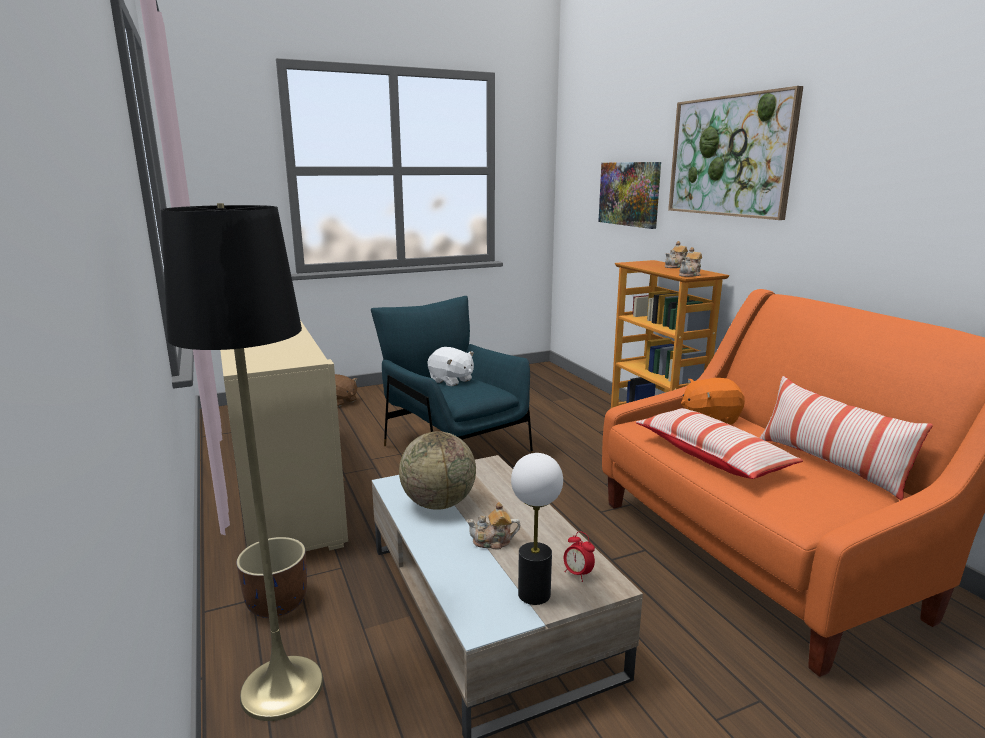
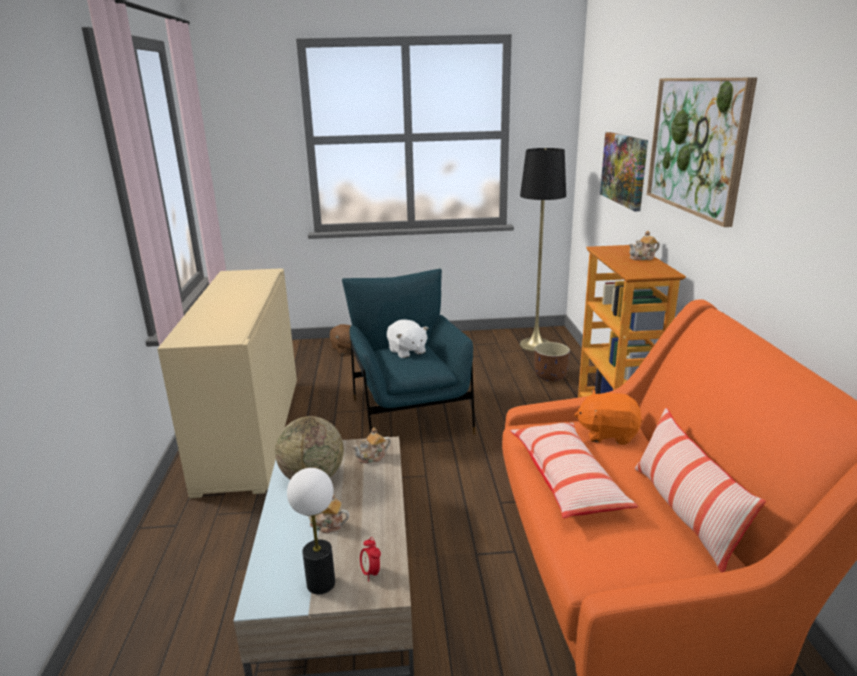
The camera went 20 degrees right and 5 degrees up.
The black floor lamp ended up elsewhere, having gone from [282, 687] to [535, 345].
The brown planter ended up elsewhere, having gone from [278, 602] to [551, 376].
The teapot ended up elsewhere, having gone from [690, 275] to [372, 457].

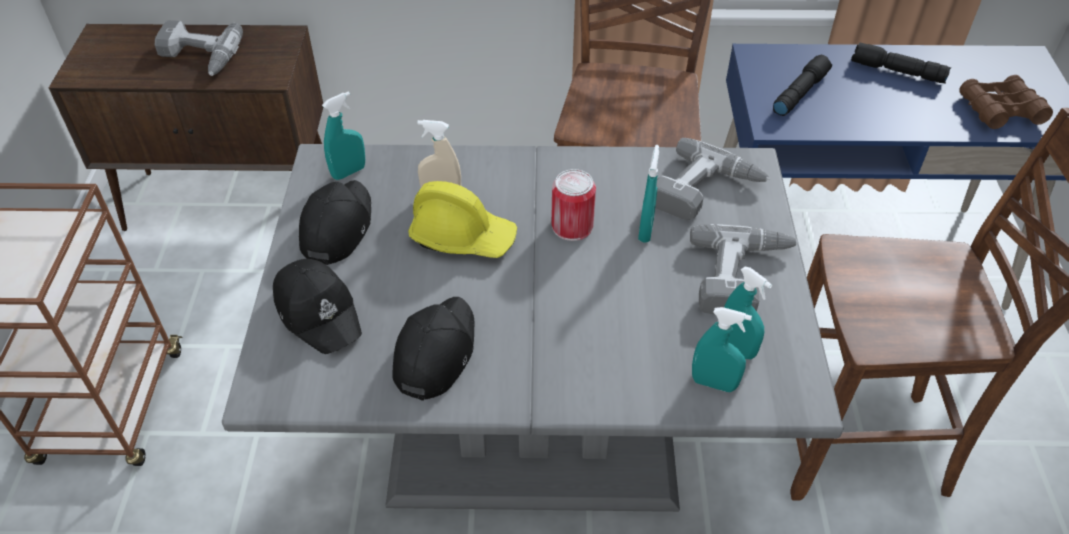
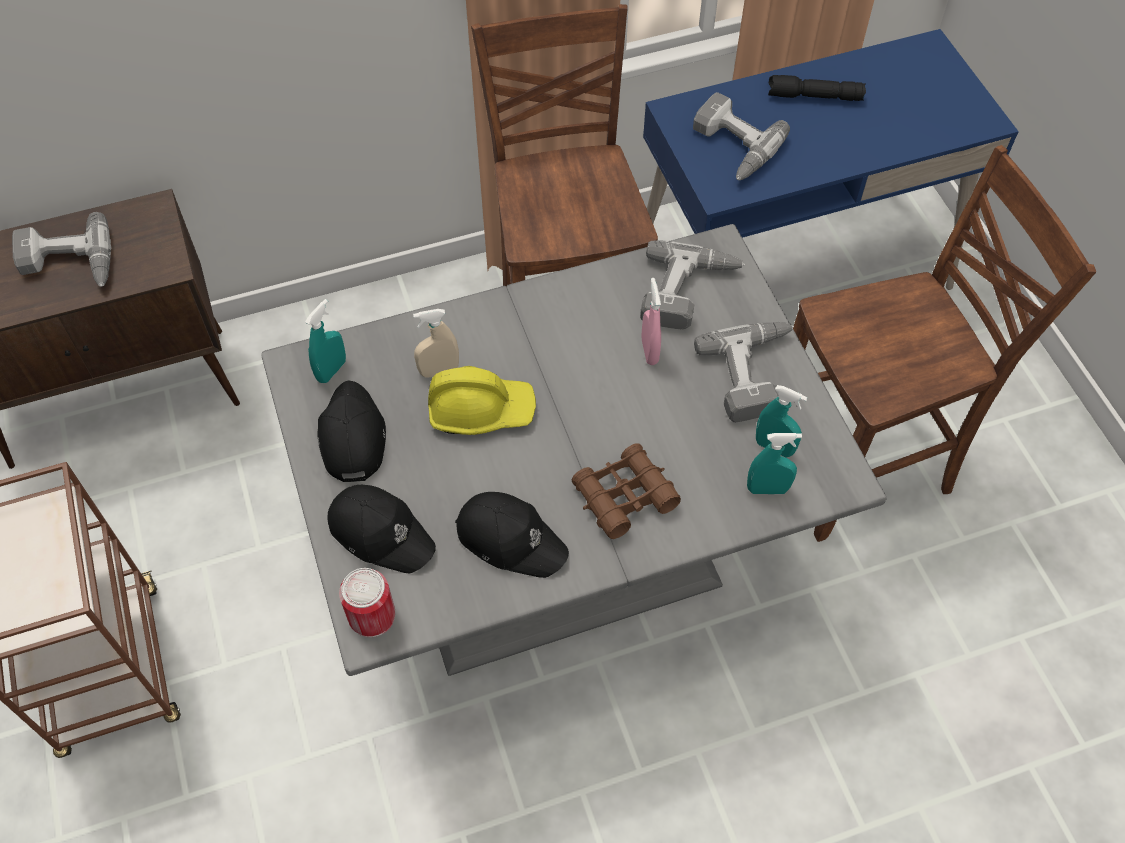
The camera went 20 degrees left and 10 degrees up.
The can ended up elsewhere, having gone from [572, 226] to [372, 616].
The brown binoculars ended up elsewhere, having gone from [1000, 110] to [624, 496].
Where the black flashlight stood at [799, 92], the power drill came to stand at [731, 146].
What was the turquoise spray bottle at [645, 230] turned into the pink spray bottle at [649, 351].
The black cap at [434, 352] ended up facing another way, 120 degrees clockwise from before.

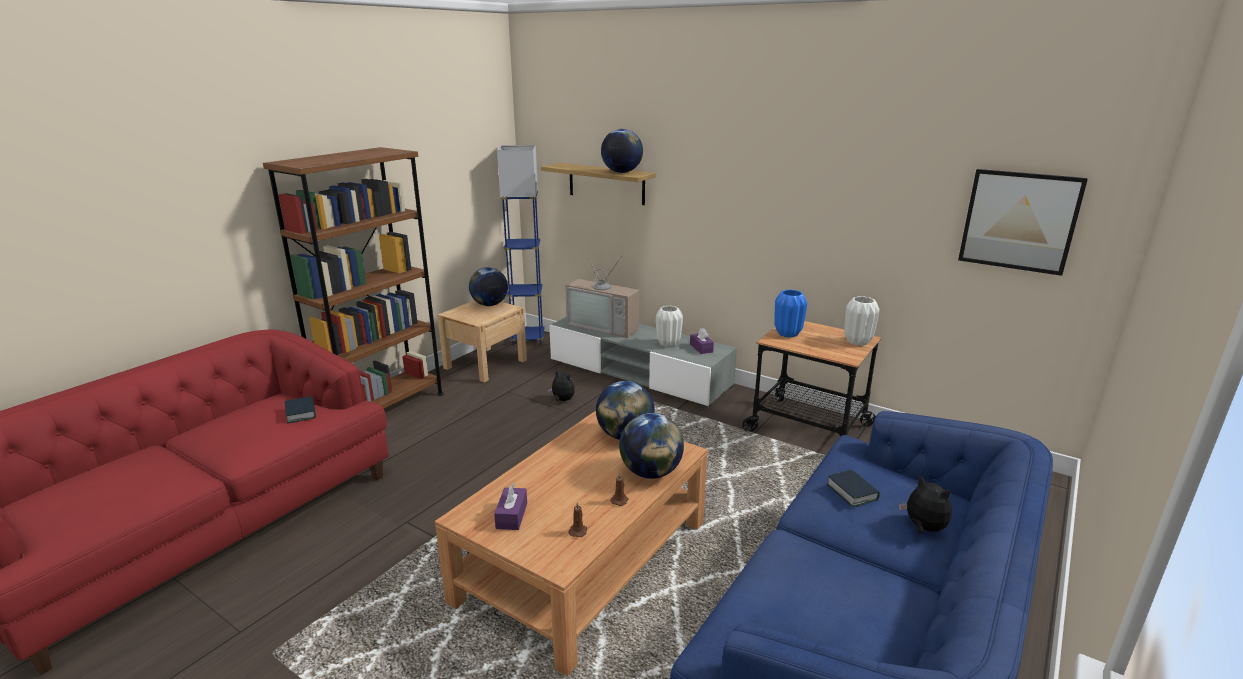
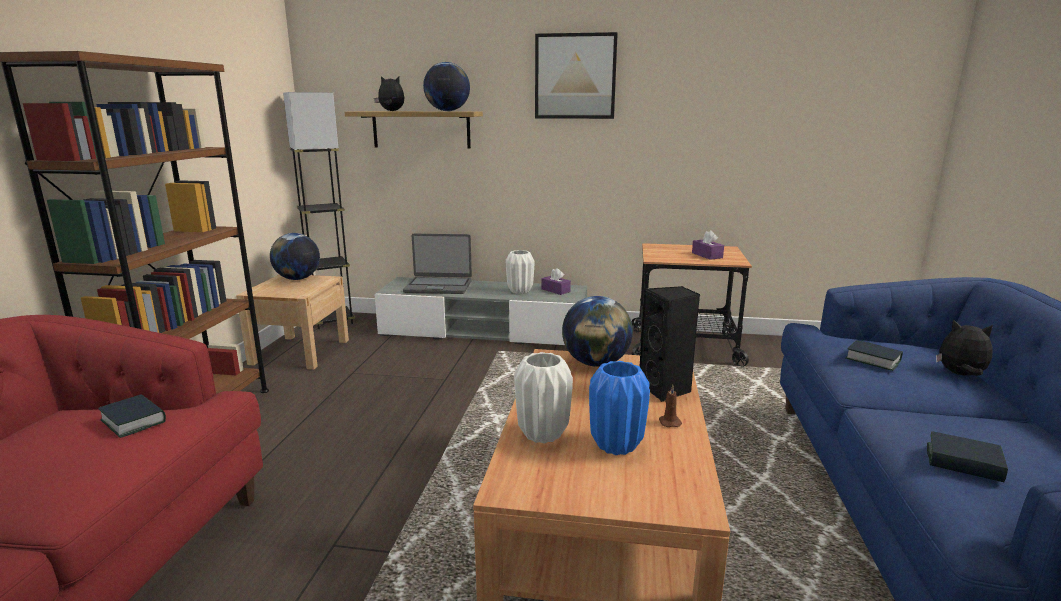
The camera went 25 degrees left and 5 degrees down.
The second view lost the brown candle at [578, 531].
The second view gained the book at [963, 463].
The purple tissue box ended up elsewhere, having gone from [511, 516] to [707, 255].
The plush toy ended up elsewhere, having gone from [562, 400] to [391, 111].
The blue vase ended up elsewhere, having gone from [787, 333] to [616, 445].
The white vase ended up elsewhere, having gone from [857, 342] to [542, 434].
The picture ended up elsewhere, having gone from [1019, 221] to [575, 76].
Where the television stood at [605, 326], the laptop came to stand at [438, 286].
Where the globe stood at [651, 473], the black speaker came to stand at [666, 389].
What was the blue floor lamp at [527, 339] turned into the grey floor lamp at [332, 321].

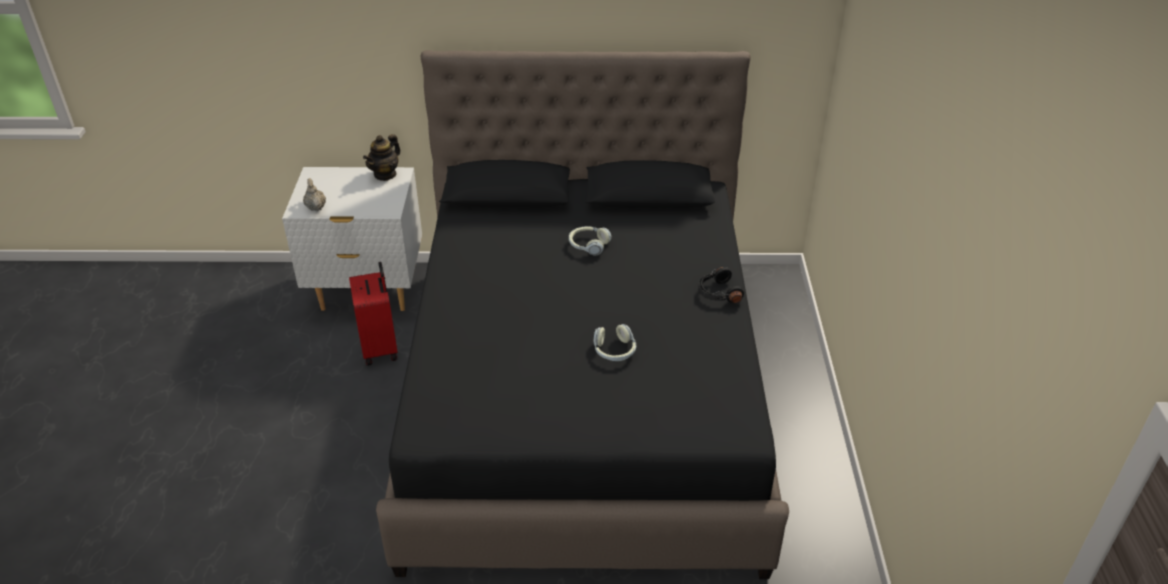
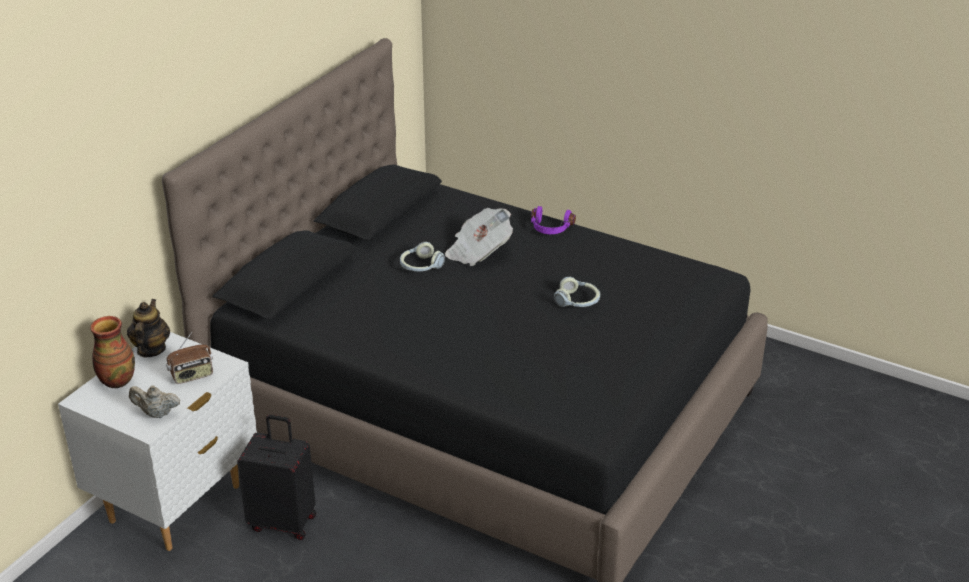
The camera went 60 degrees left and 5 degrees down.
The second view gained the vase at [117, 380].
The second view gained the radio at [192, 376].
The second view gained the newspaper at [478, 252].
What was the red suitcase at [381, 348] turned into the black suitcase at [283, 521].
What was the black headphones at [718, 293] turned into the purple headphones at [550, 229].
The teapot at [385, 174] ended up facing another way, 150 degrees counterclockwise from before.

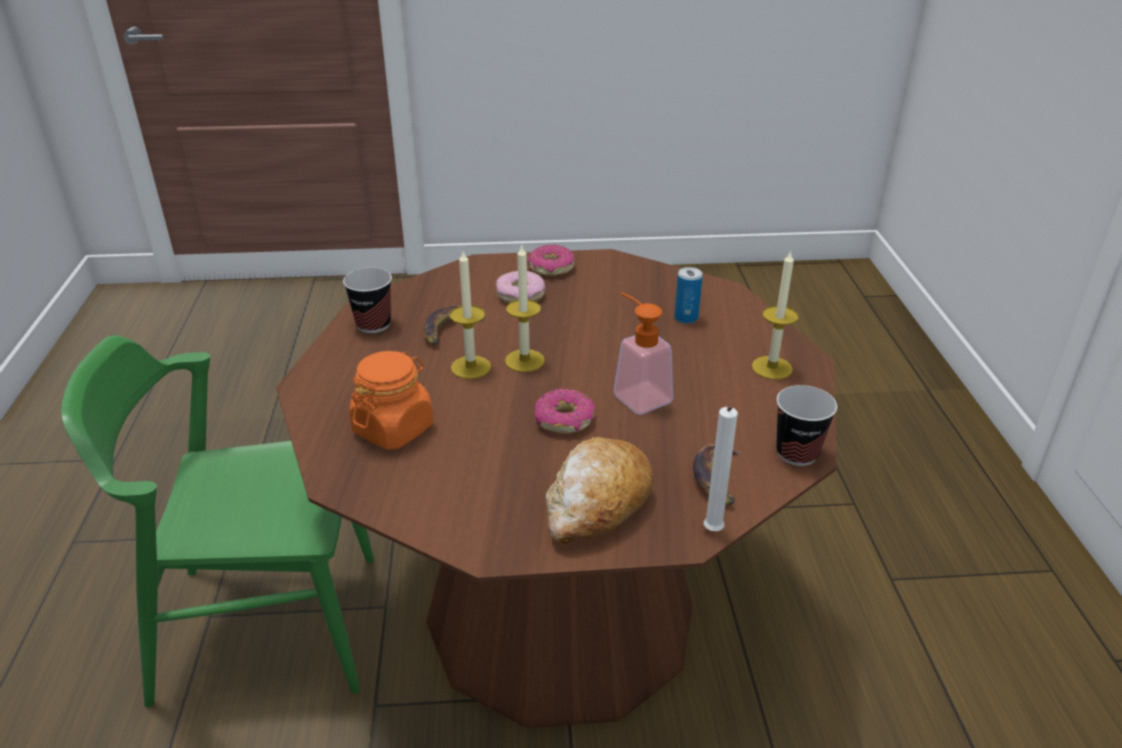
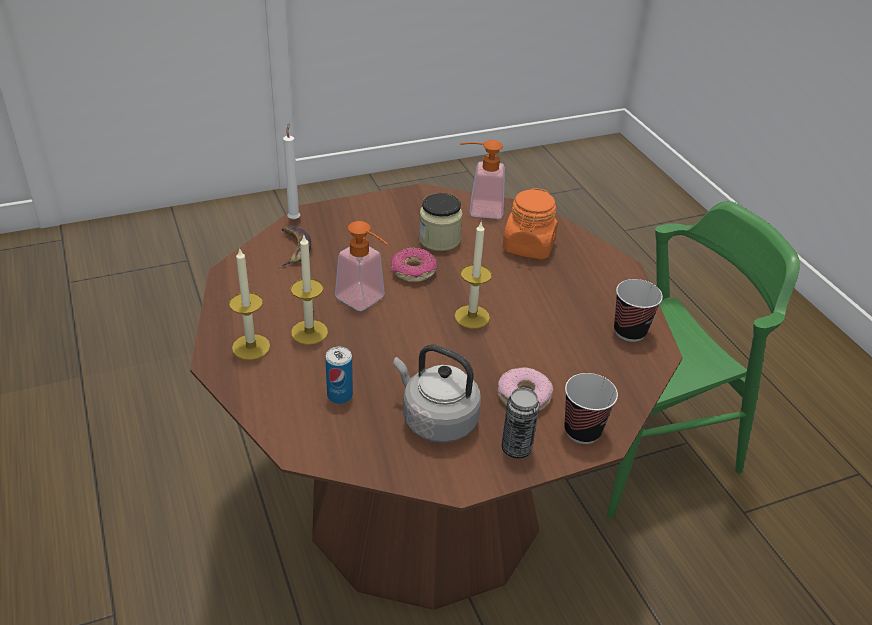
The camera went 160 degrees right and 5 degrees up.
The second view lost the banana at [448, 329].
The second view lost the bread at [597, 504].
The second view gained the grey kettle at [436, 420].
The second view gained the jar at [439, 240].
The second view gained the soap dispenser at [479, 209].
The candle ended up elsewhere, having gone from [471, 367] to [309, 332].
The cup ended up elsewhere, having gone from [797, 453] to [582, 431].
Where the donut stood at [551, 268], the can came to stand at [516, 448].

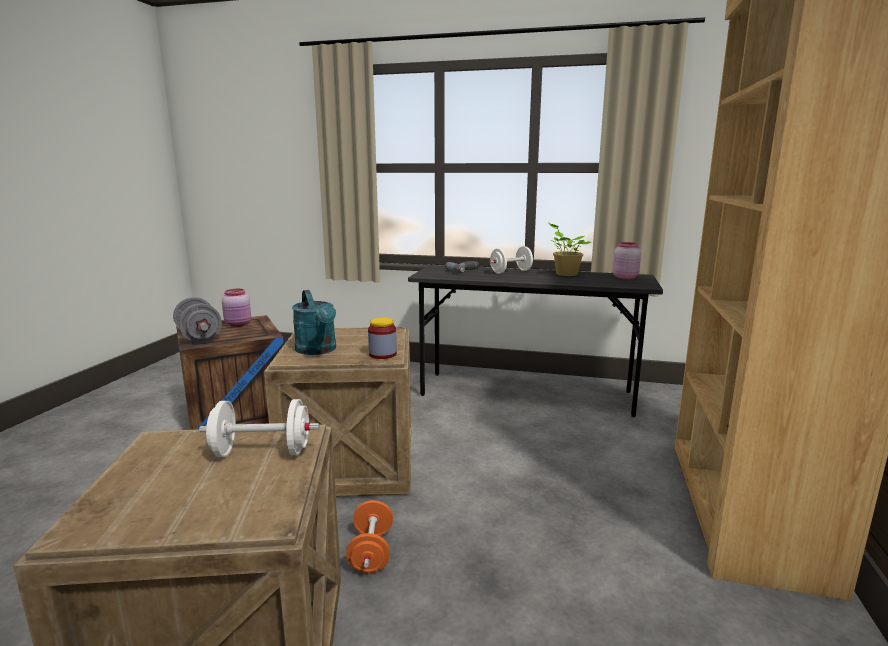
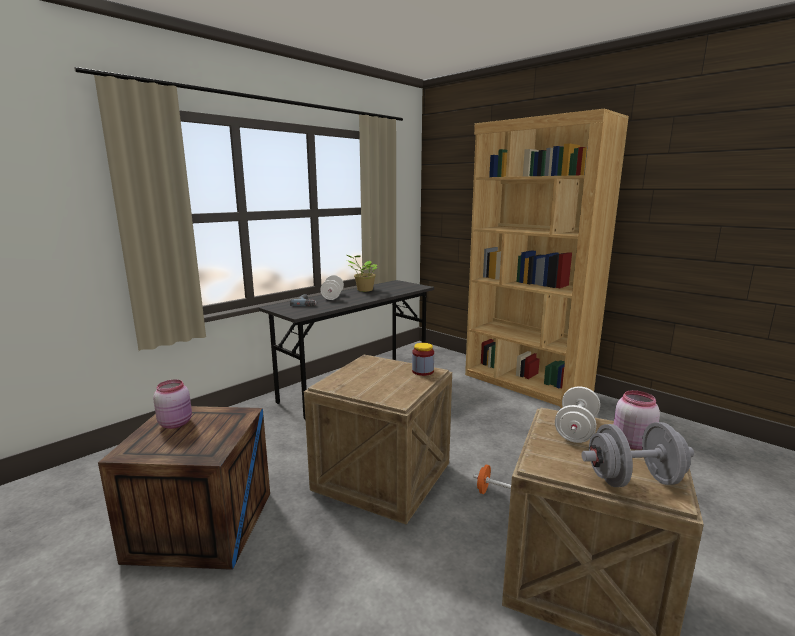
The camera went 60 degrees left and 0 degrees up.
The second view lost the turquoise watering can at [318, 350].
The grey dumbbell ended up elsewhere, having gone from [199, 337] to [633, 480].
The pink jar ended up elsewhere, having gone from [625, 277] to [631, 443].

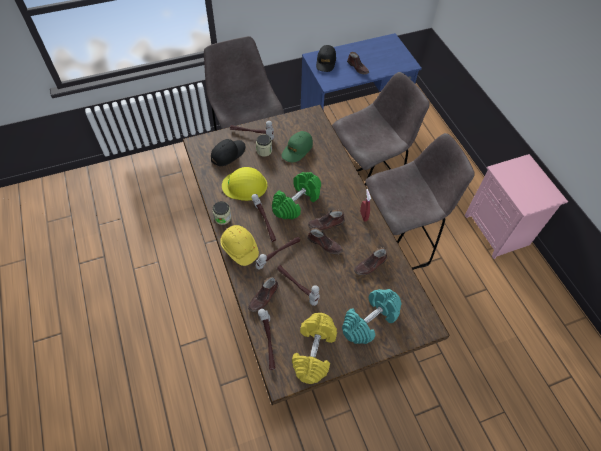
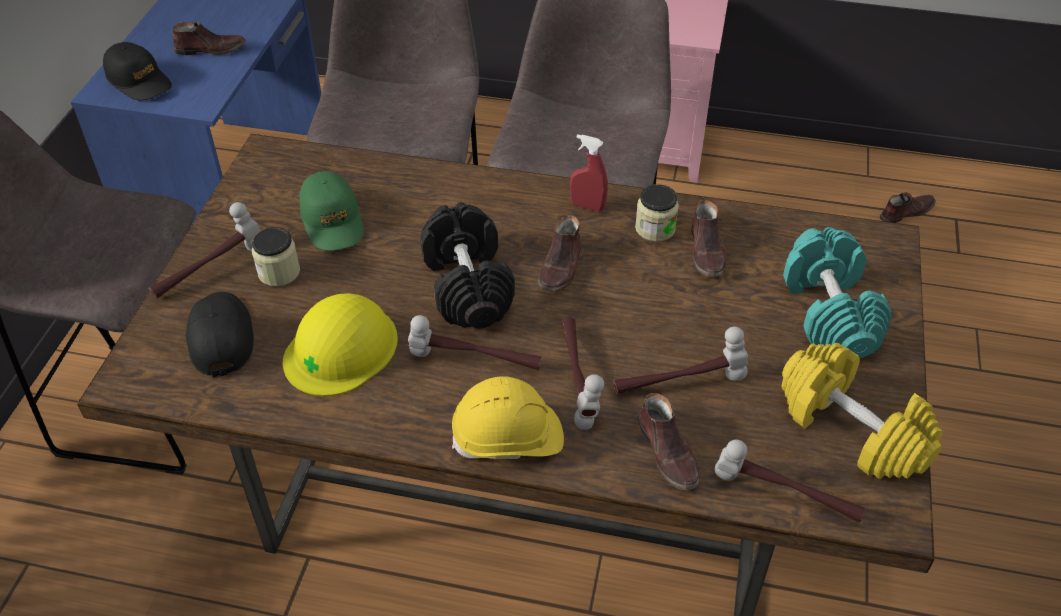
The camera went 55 degrees left and 10 degrees down.
The jar ended up elsewhere, having gone from [222, 218] to [655, 228].
The brown shoe ended up elsewhere, having gone from [325, 244] to [905, 212].
What was the green dumbbell at [296, 202] turned into the black dumbbell at [468, 286].

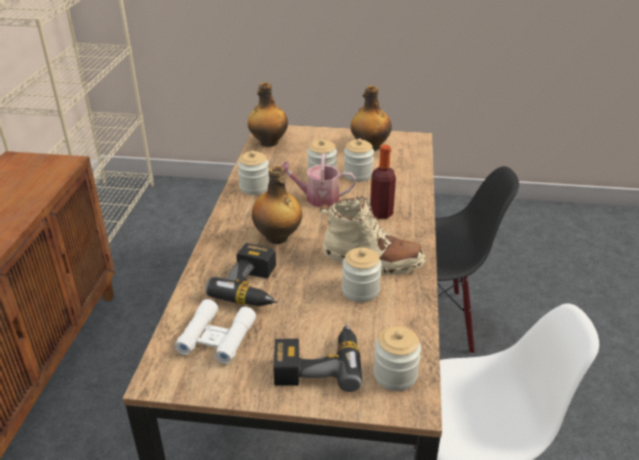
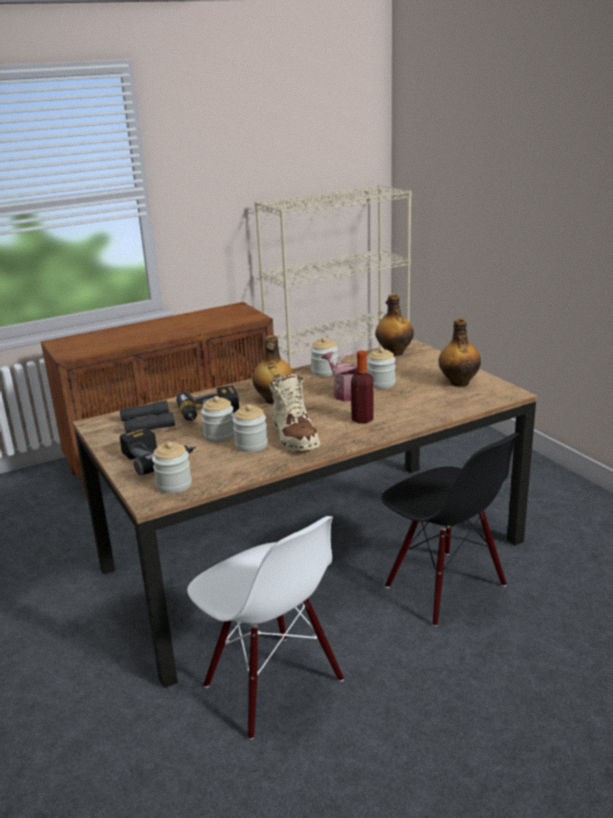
The camera went 55 degrees right and 10 degrees down.
The jar ended up elsewhere, having gone from [358, 174] to [219, 436].
What was the white binoculars at [216, 337] turned into the black binoculars at [147, 423].

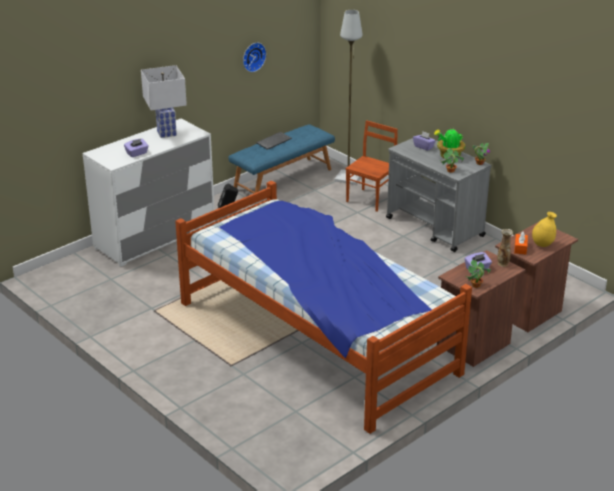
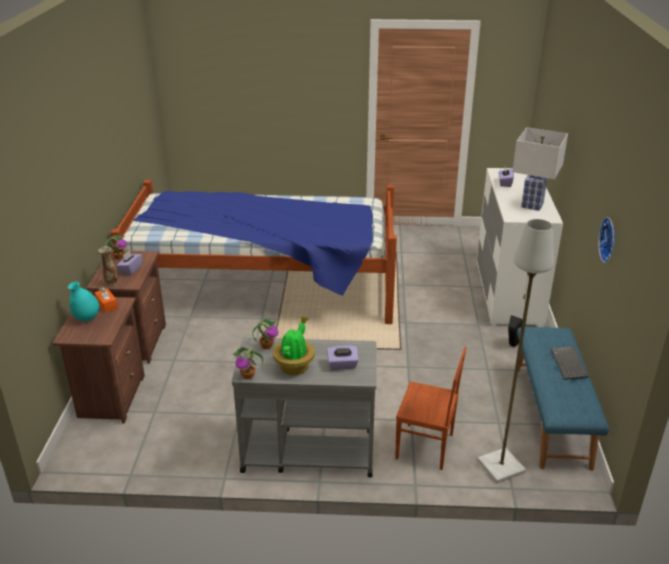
The camera went 135 degrees right and 0 degrees up.
What was the yellow vase at [542, 244] turned into the turquoise vase at [87, 318].
The brown chair at [370, 200] ended up facing another way, 60 degrees counterclockwise from before.

